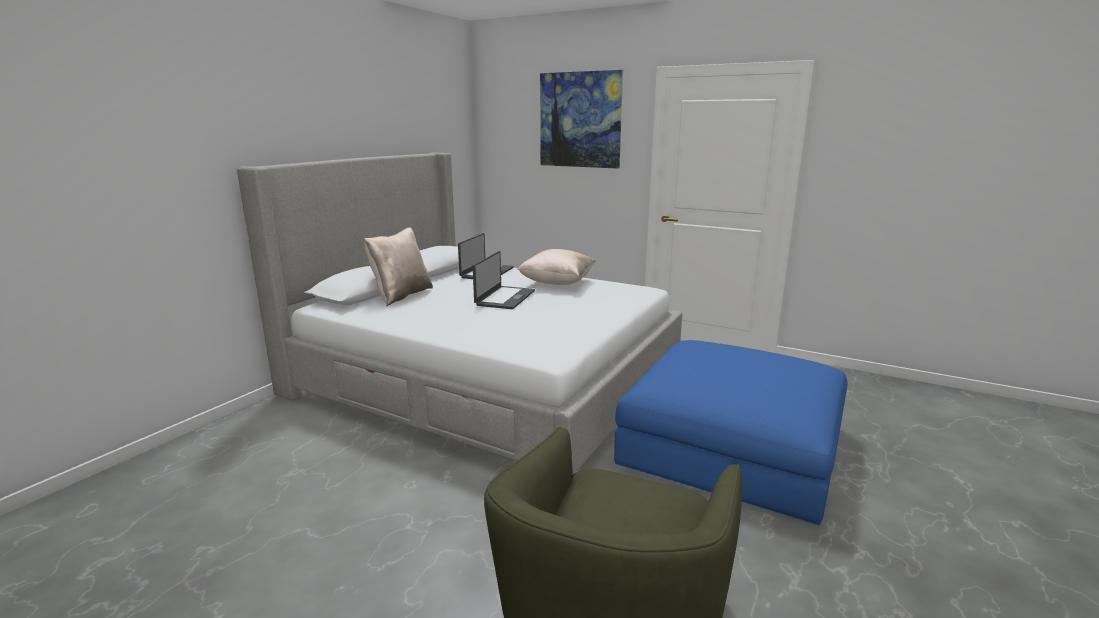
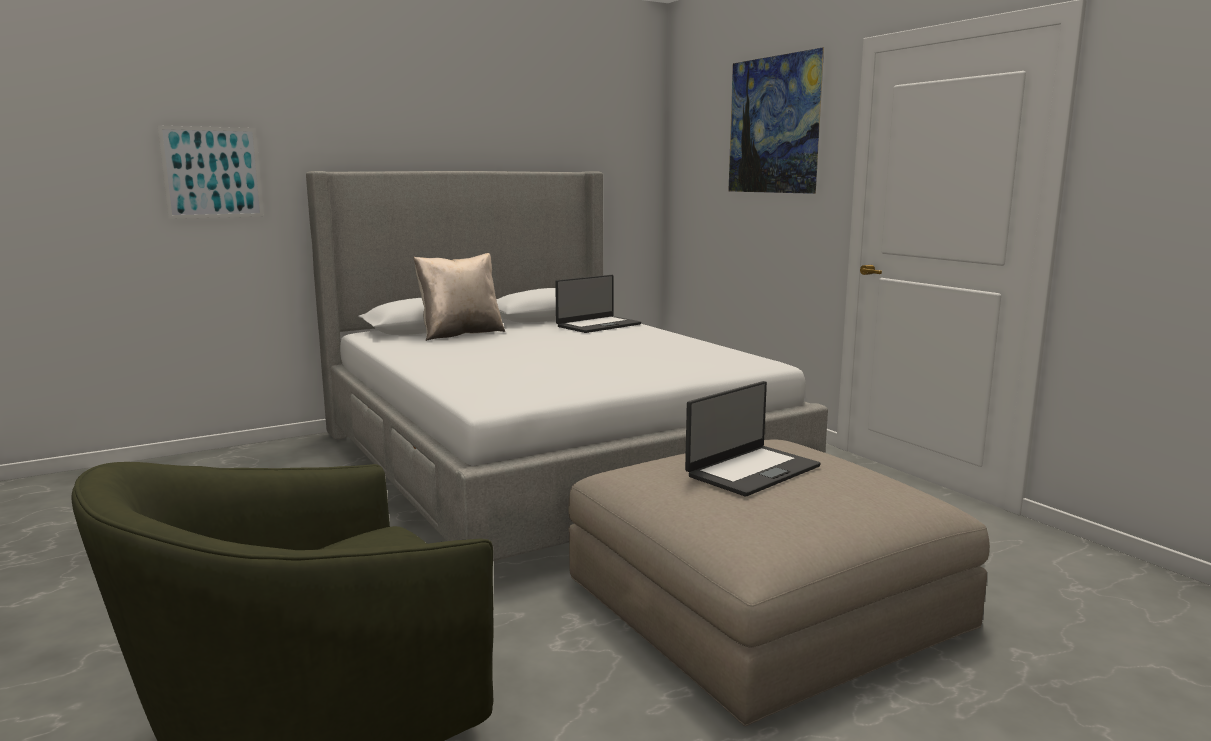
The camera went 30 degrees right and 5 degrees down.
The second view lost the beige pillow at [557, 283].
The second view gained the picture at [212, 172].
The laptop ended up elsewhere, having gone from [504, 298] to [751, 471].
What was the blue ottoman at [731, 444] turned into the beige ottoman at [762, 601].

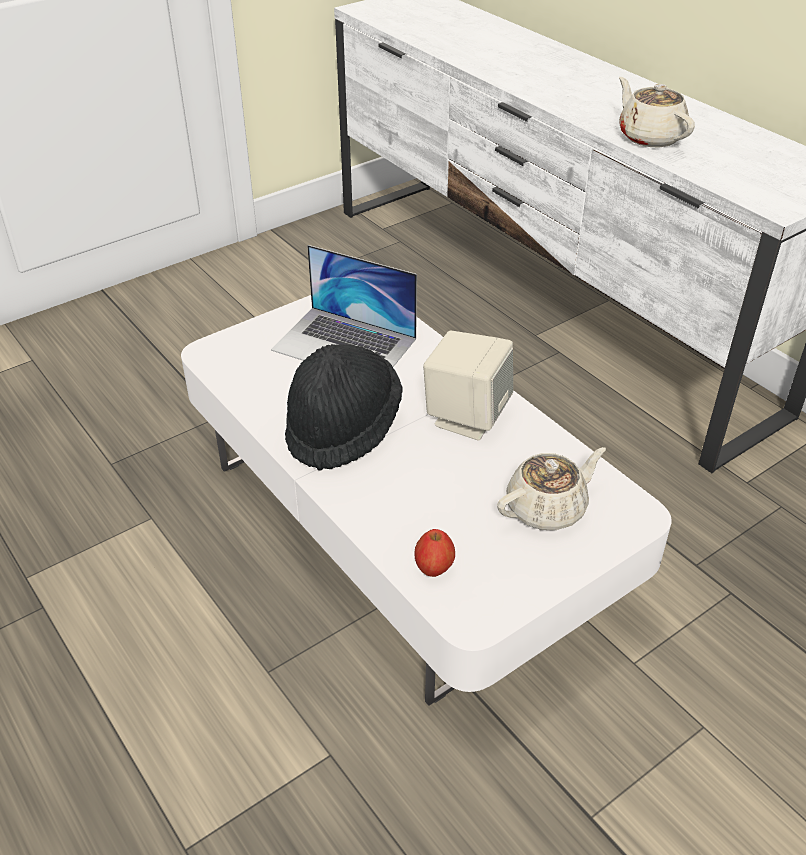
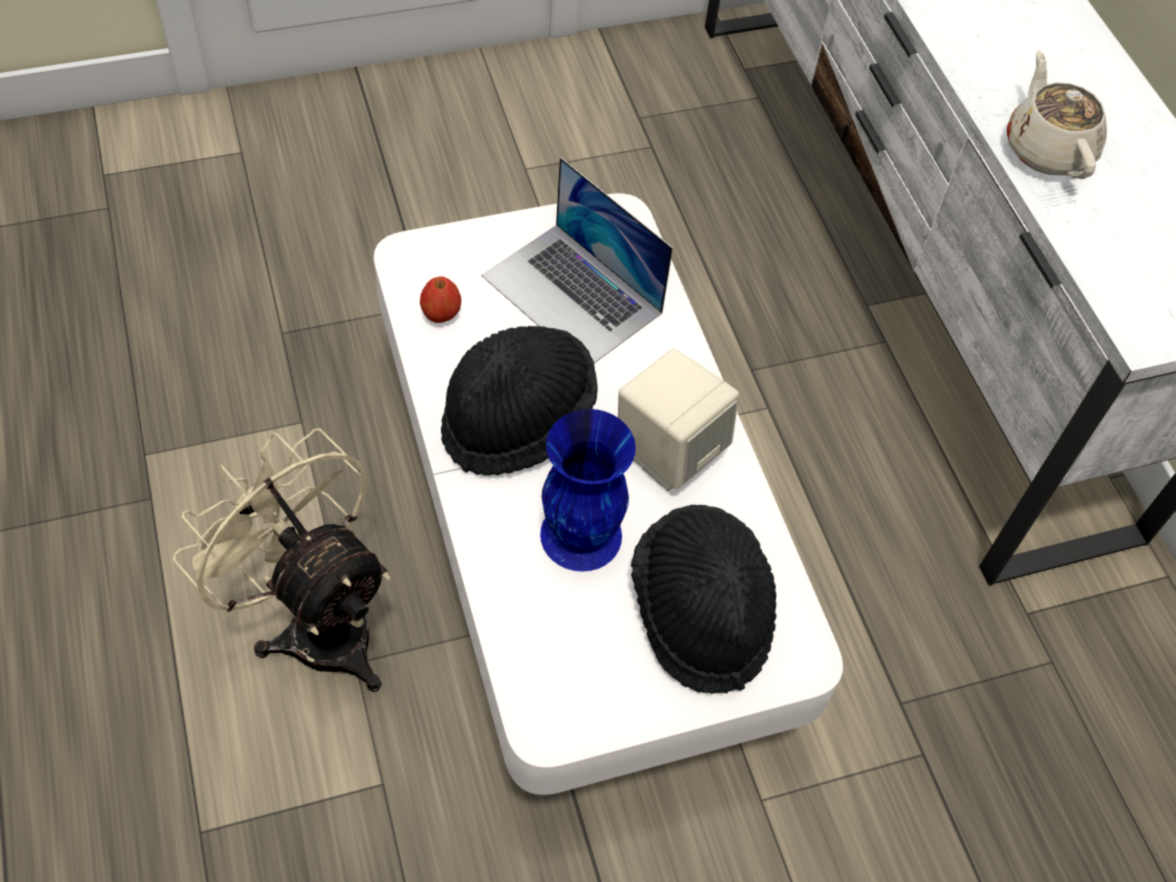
The camera went 15 degrees right and 15 degrees up.
The second view gained the beige fan at [316, 622].
The second view gained the blue vase at [582, 534].
The apple ended up elsewhere, having gone from [434, 568] to [440, 315].
Where the beige teapot stood at [547, 508], the black hat came to stand at [701, 613].

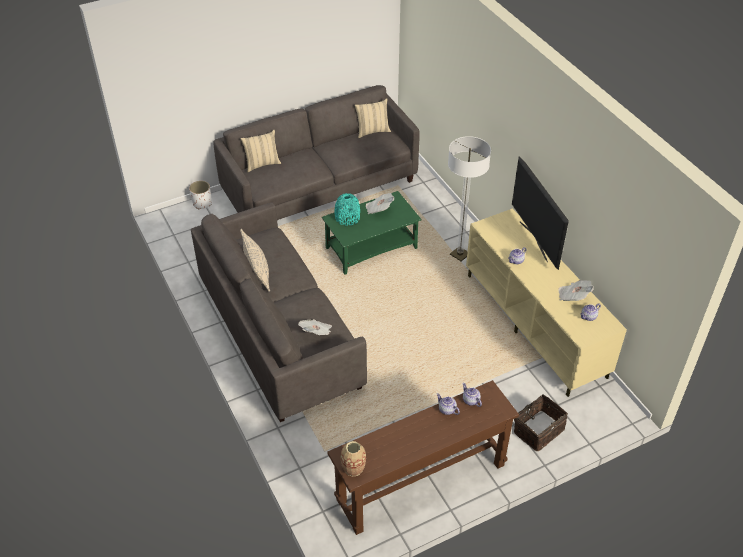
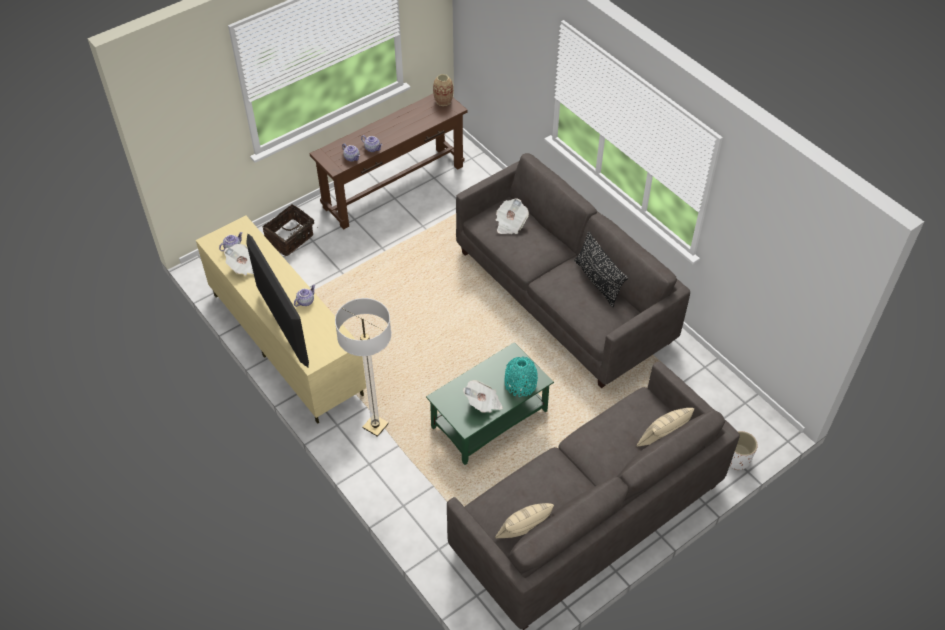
The camera went 170 degrees right and 5 degrees up.
What was the beige pillow at [257, 271] turned into the black pillow at [597, 282].

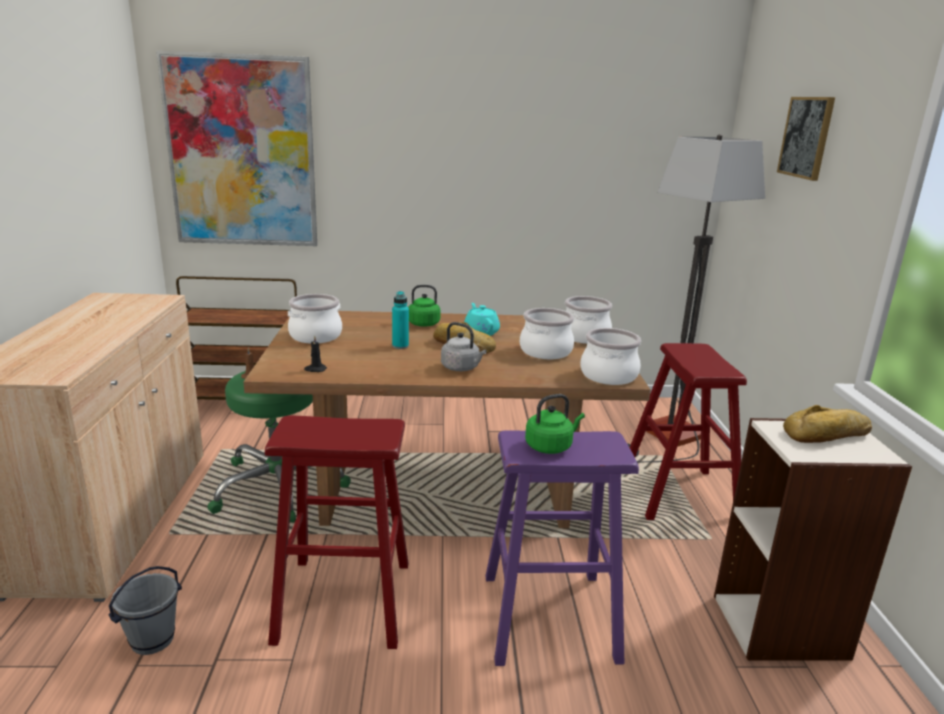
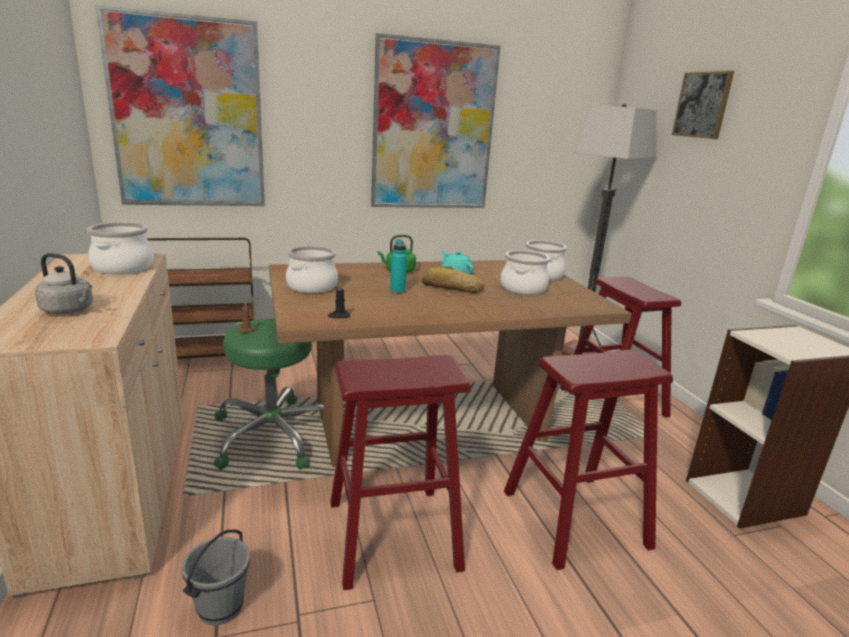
The camera went 15 degrees left and 0 degrees up.
The second view lost the green kettle at [550, 446].
The second view lost the bread at [828, 435].
The second view gained the picture at [433, 127].
The grey kettle ended up elsewhere, having gone from [461, 368] to [69, 310].
The cooking pot ended up elsewhere, having gone from [608, 375] to [122, 267].
What was the purple stool at [548, 616] turned into the red stool at [574, 518].

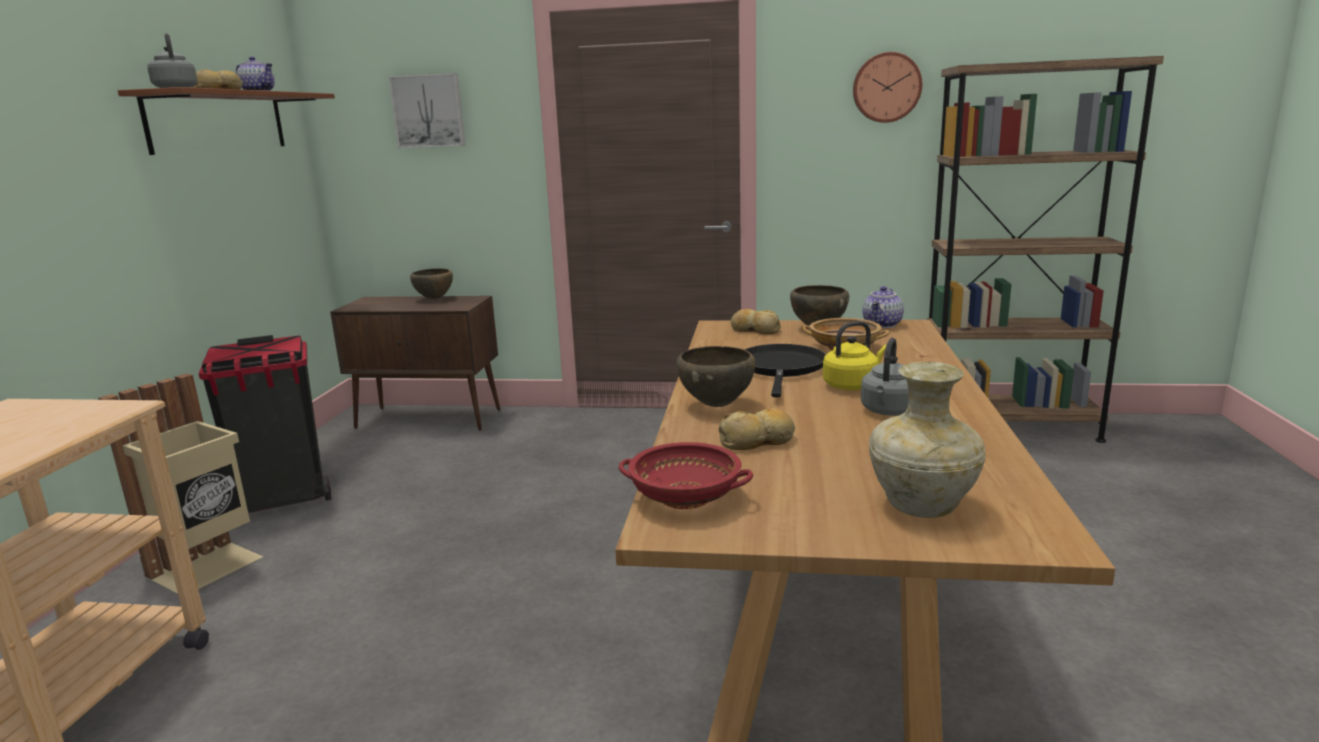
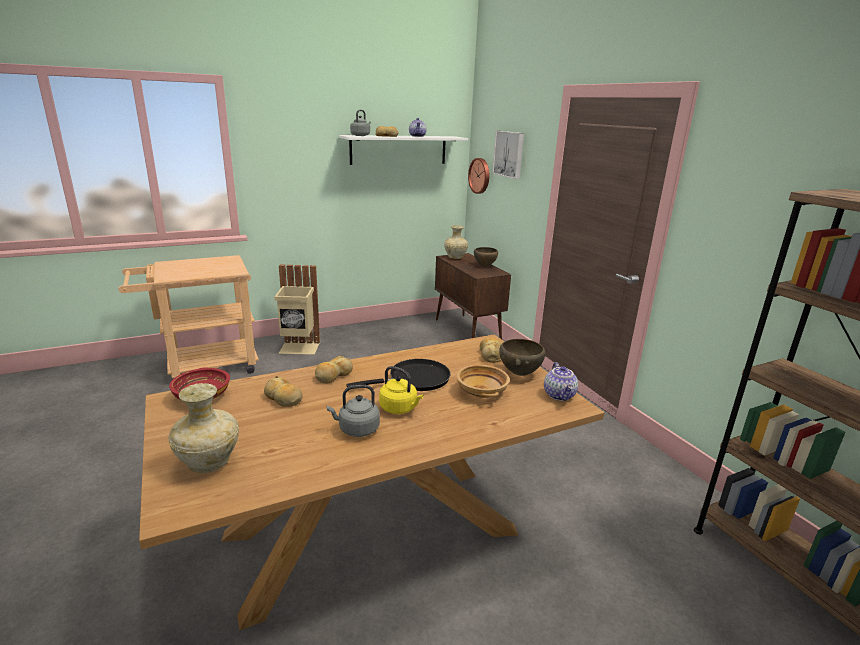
The camera went 55 degrees right and 5 degrees up.
The second view lost the black trash can at [284, 499].
The second view gained the beige vase at [455, 257].
The wall clock ended up elsewhere, having gone from [886, 87] to [480, 176].
Where the brown bowl stood at [717, 405], the bread came to stand at [333, 375].
What was the brown shelf at [218, 122] turned into the white shelf at [399, 150].
The teapot at [883, 325] ended up facing another way, 90 degrees counterclockwise from before.

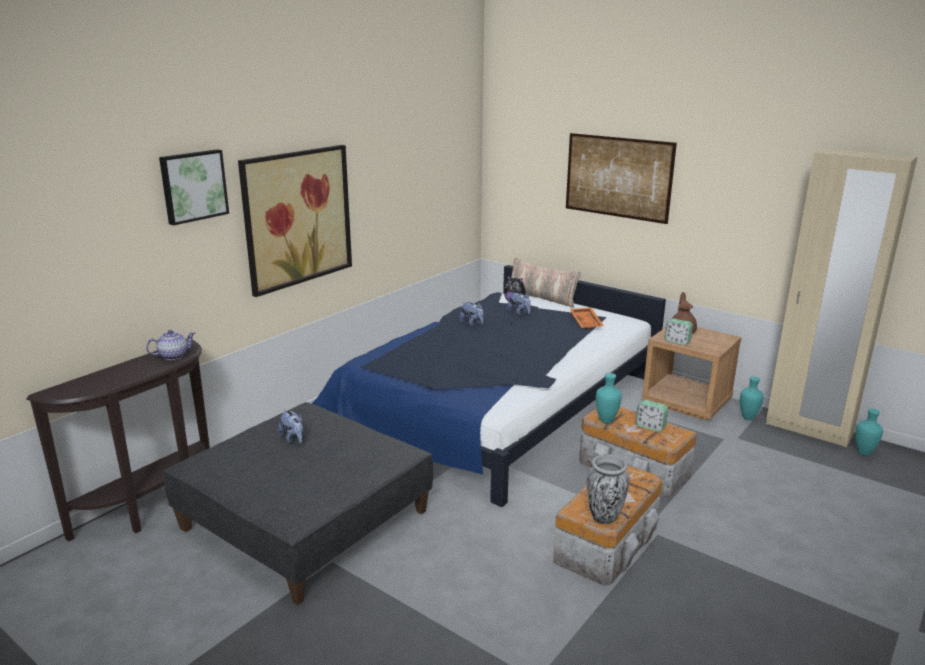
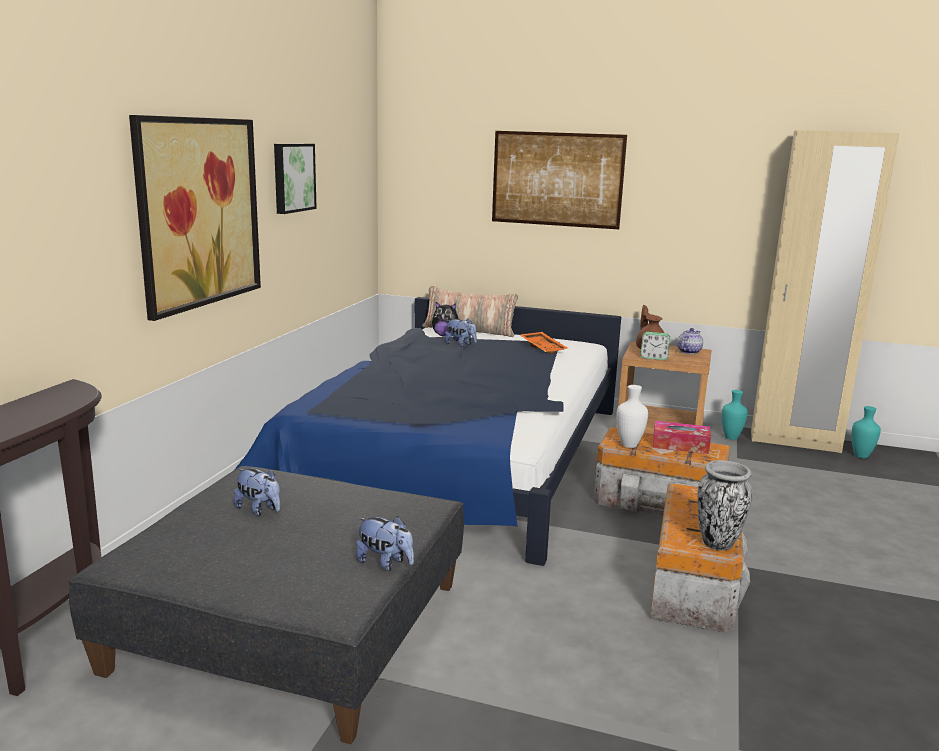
The camera went 20 degrees left and 5 degrees down.
The teapot ended up elsewhere, having gone from [173, 356] to [688, 352].
The picture ended up elsewhere, having gone from [193, 186] to [292, 177].
The plush toy ended up elsewhere, having gone from [472, 324] to [385, 563].
Where the alarm clock stood at [650, 426], the tissue box came to stand at [680, 445].
What was the turquoise vase at [605, 421] turned into the white vase at [628, 445].

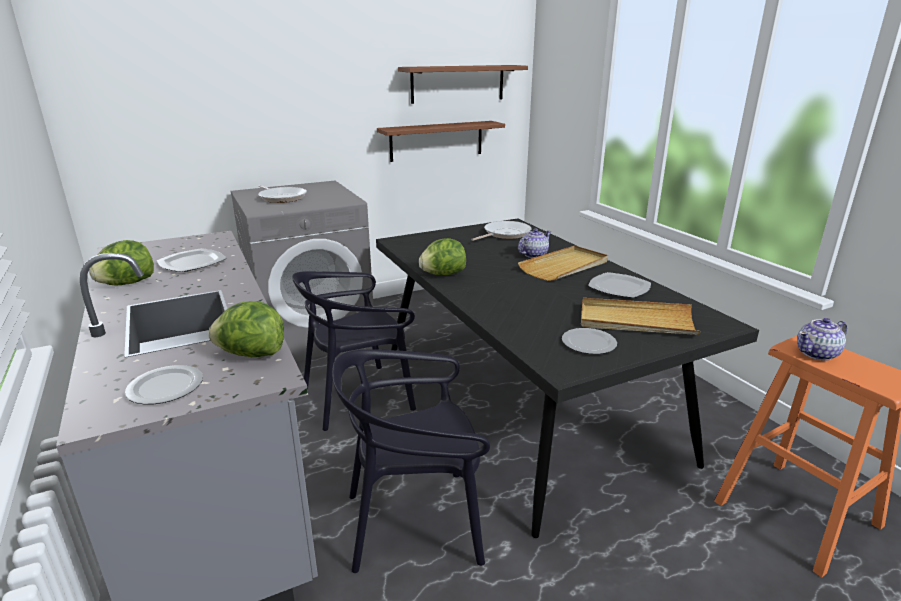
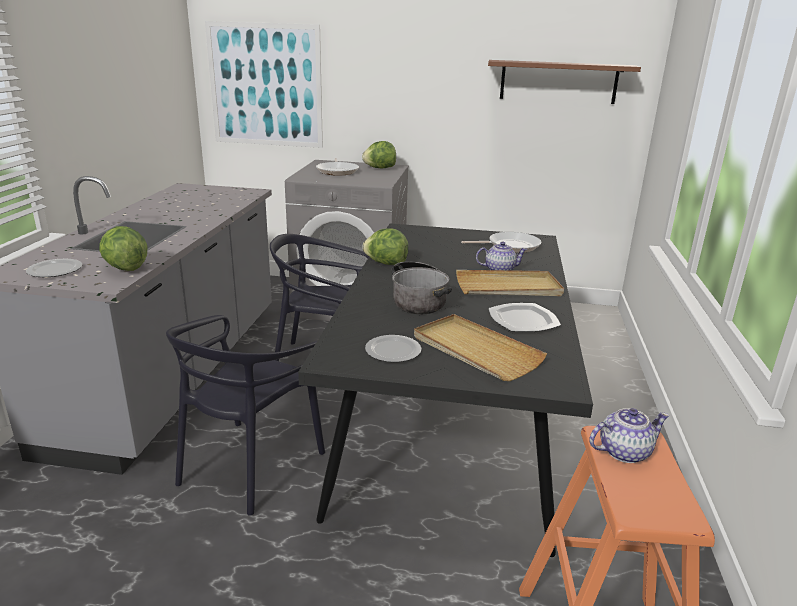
The camera went 35 degrees right and 0 degrees up.
The second view lost the plate at [193, 263].
The second view lost the brown shelf at [436, 141].
The second view gained the picture at [265, 85].
The second view gained the cooking pot at [418, 299].
The lettuce ended up elsewhere, having gone from [127, 283] to [379, 168].
The black chair at [414, 523] ended up facing another way, 90 degrees counterclockwise from before.
The teapot at [817, 354] ended up facing another way, 150 degrees clockwise from before.

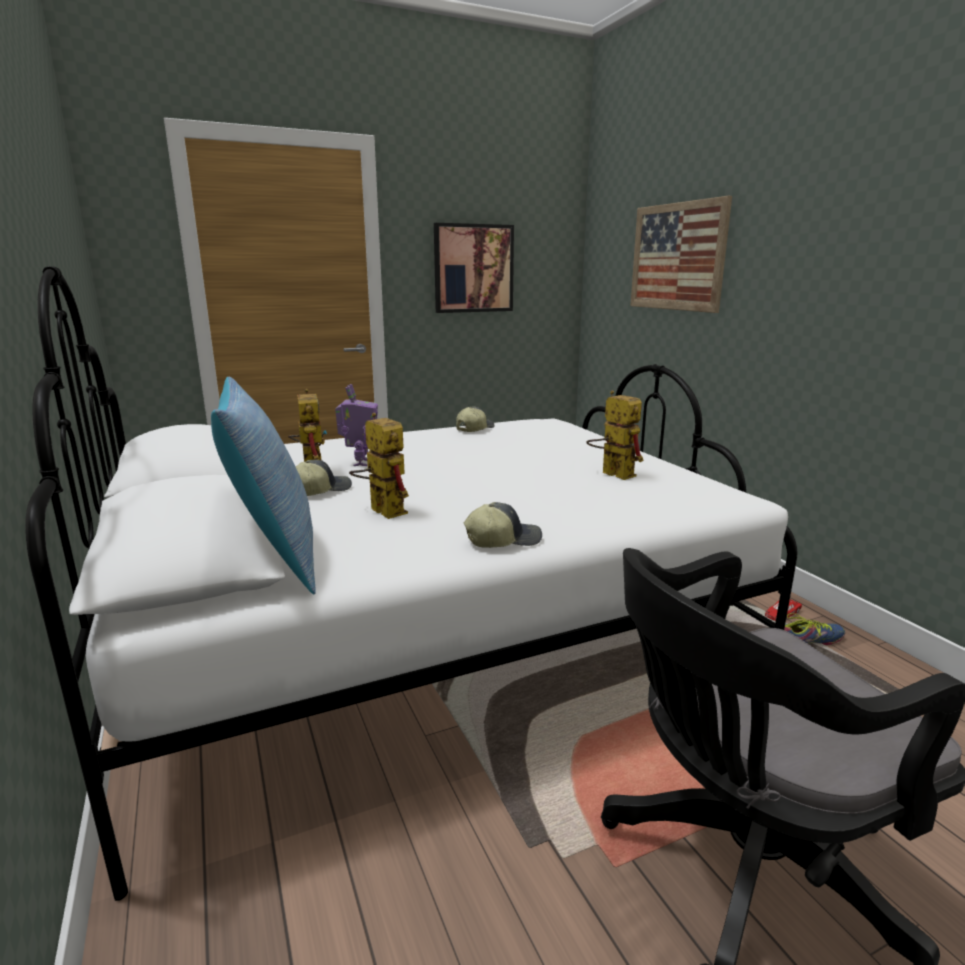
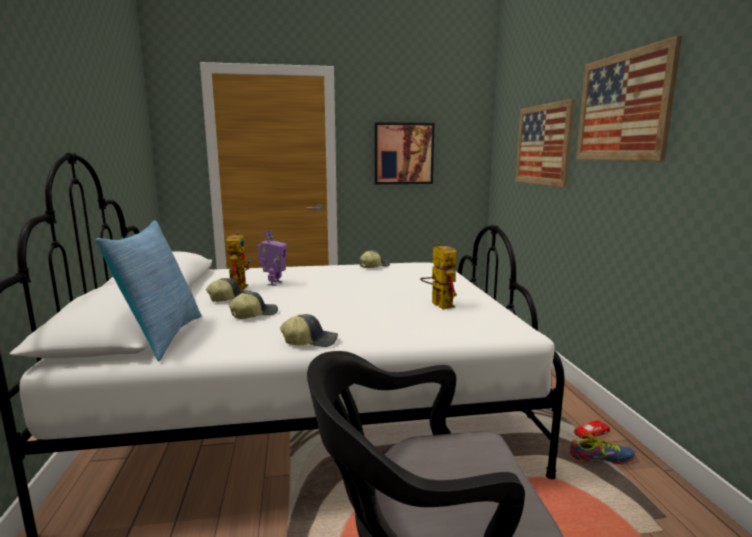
The camera went 15 degrees right and 5 degrees down.
The second view gained the picture at [622, 107].
Where the toy robot stood at [381, 510], the cap came to stand at [254, 314].

